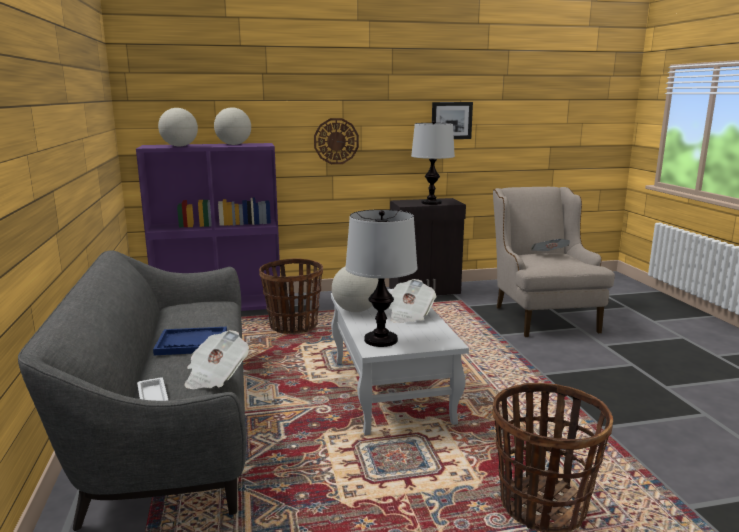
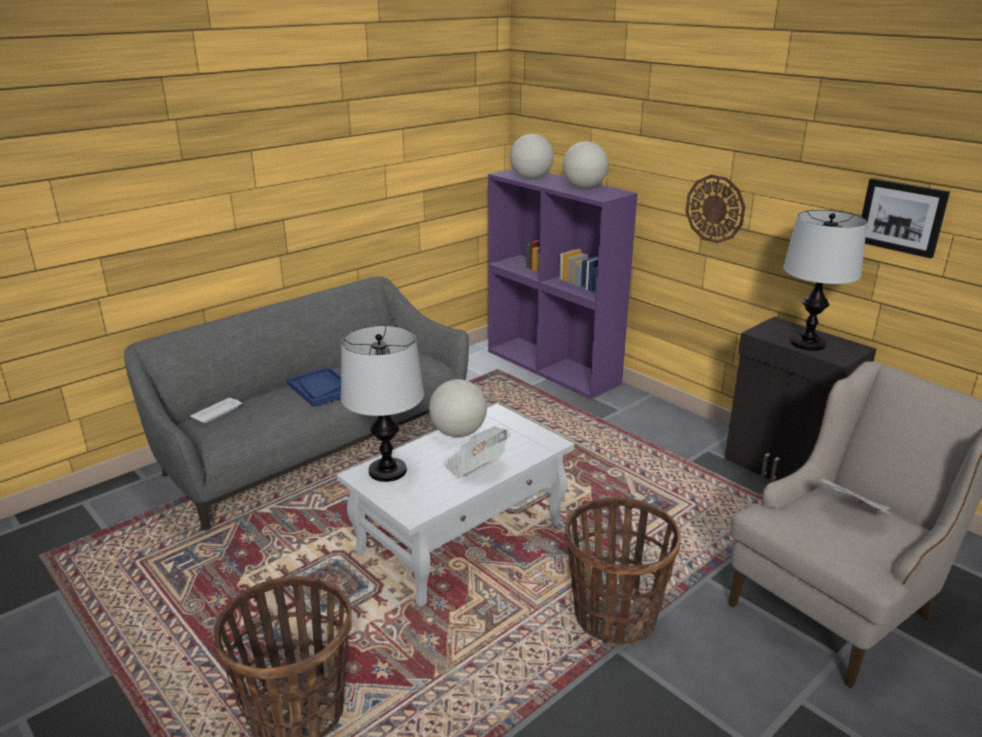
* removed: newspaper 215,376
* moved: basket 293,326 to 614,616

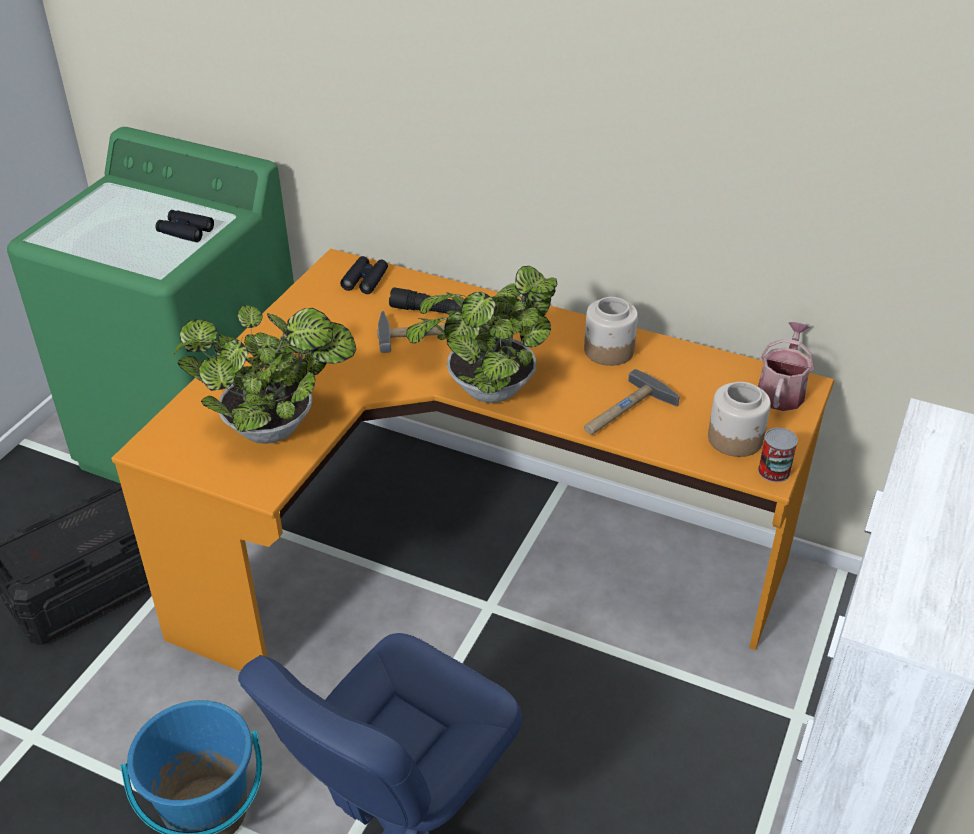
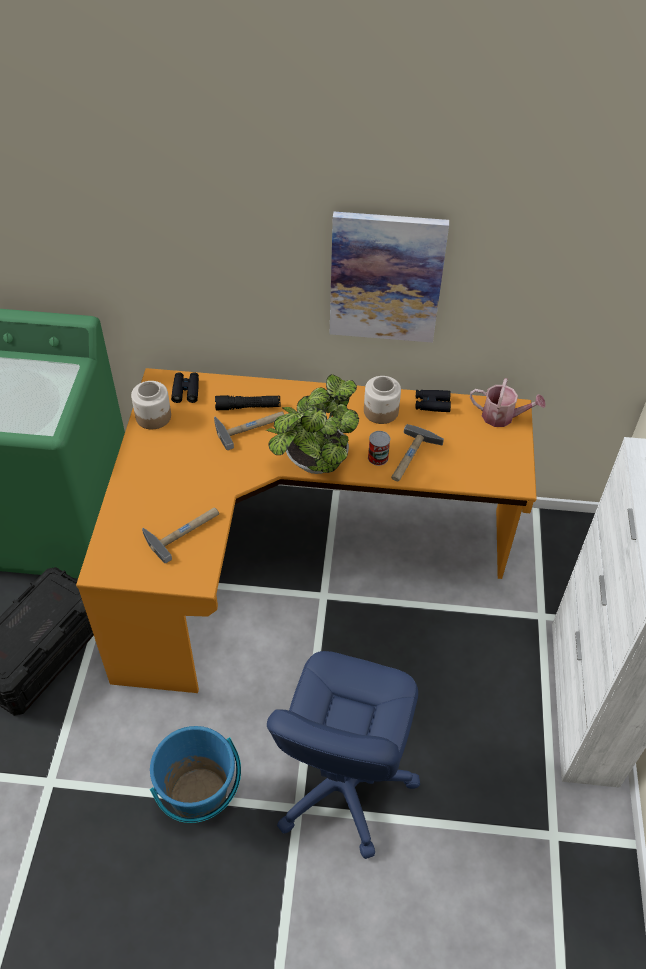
* added: picture 386,277
* moved: black binoculars 185,231 to 432,404
* moved: jar 736,439 to 154,416
* moved: can 774,471 to 378,457
* replaced: potted plant 277,428 to hammer 184,530
* turned: watering can 781,391 = 502,417 105 degrees clockwise

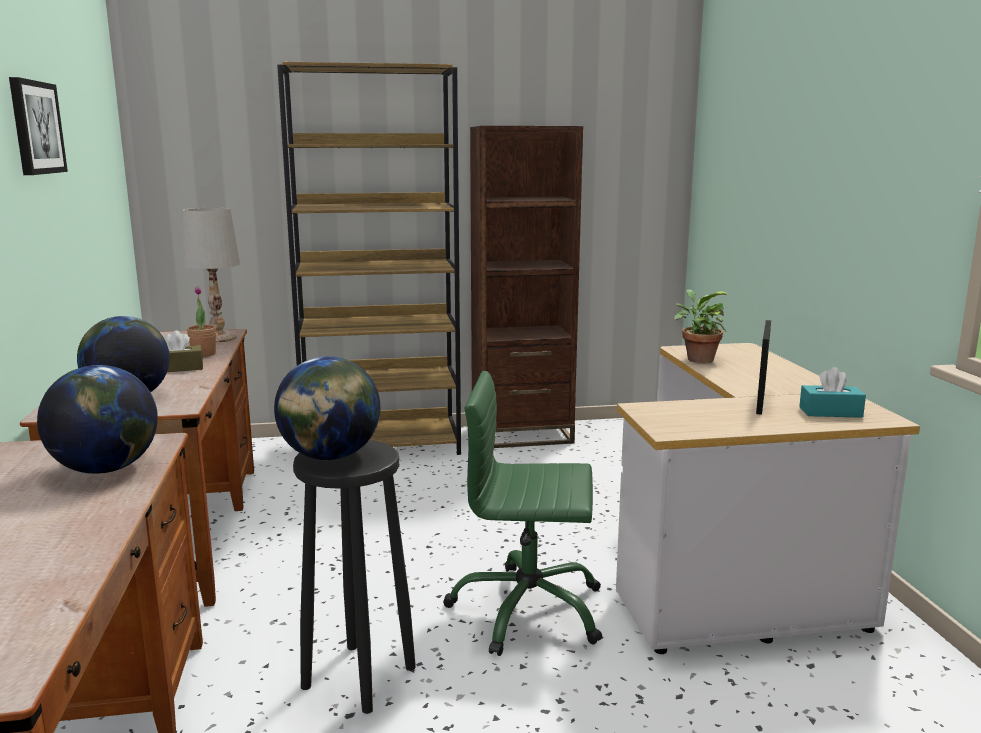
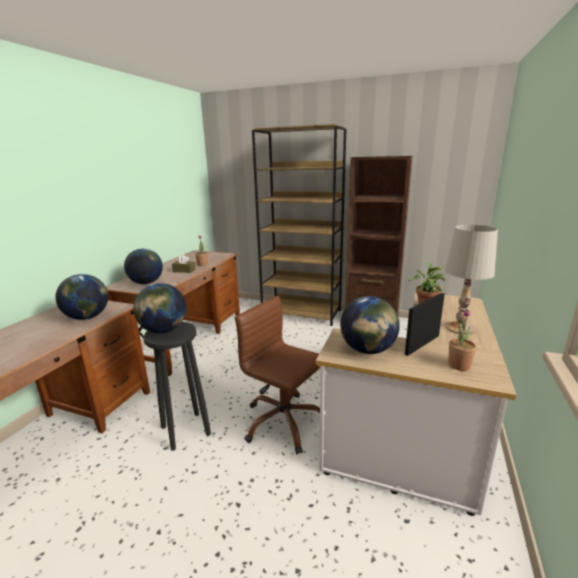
* removed: picture 36,127
* added: globe 368,350
* moved: white table lamp 218,338 to 460,328
* replaced: turquoise tissue box 830,412 to potted plant 459,365
* recoloured: green office chair 527,610 to brown office chair 284,422

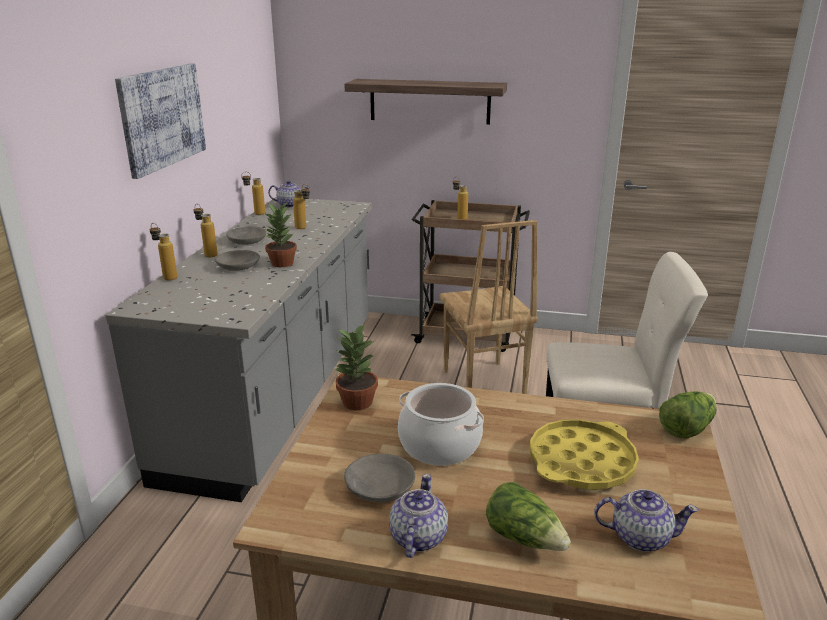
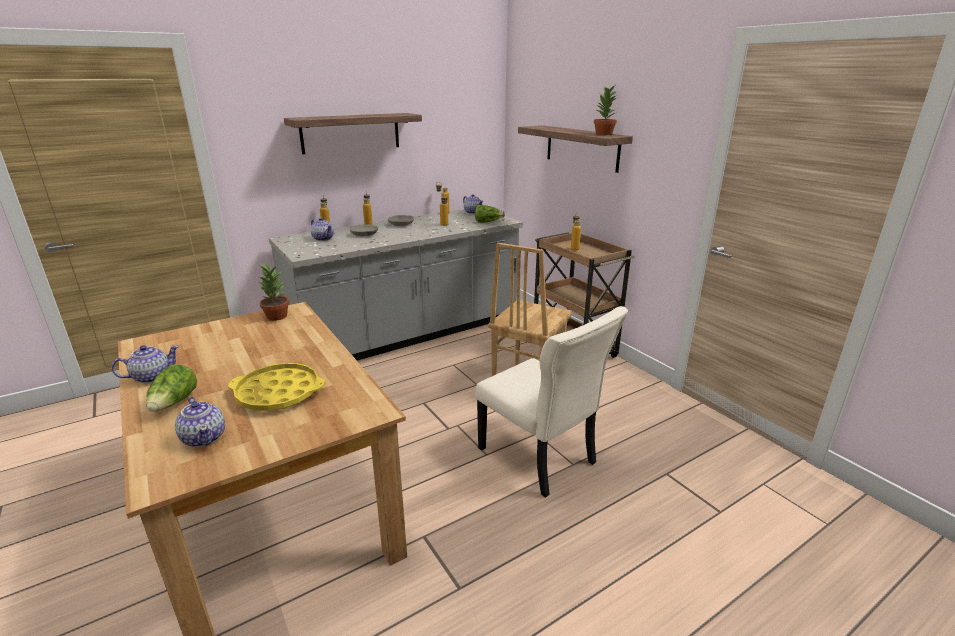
* removed: grey bowl 379,487
* removed: cooking pot 440,445
* added: teapot 323,238
* moved: potted plant 282,263 to 604,134
* moved: lettuce 686,427 to 488,222
* replaced: picture 162,117 to shelf 350,133

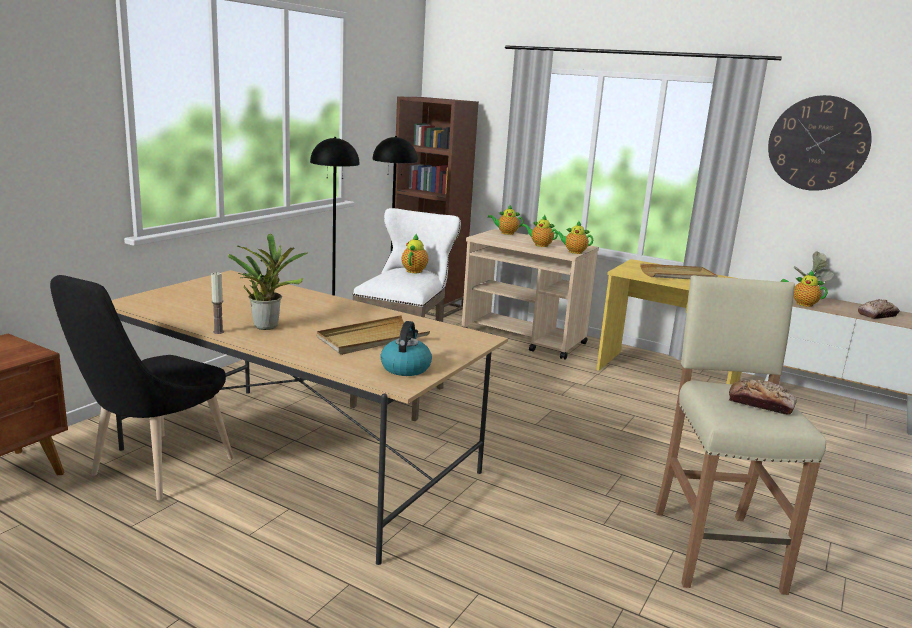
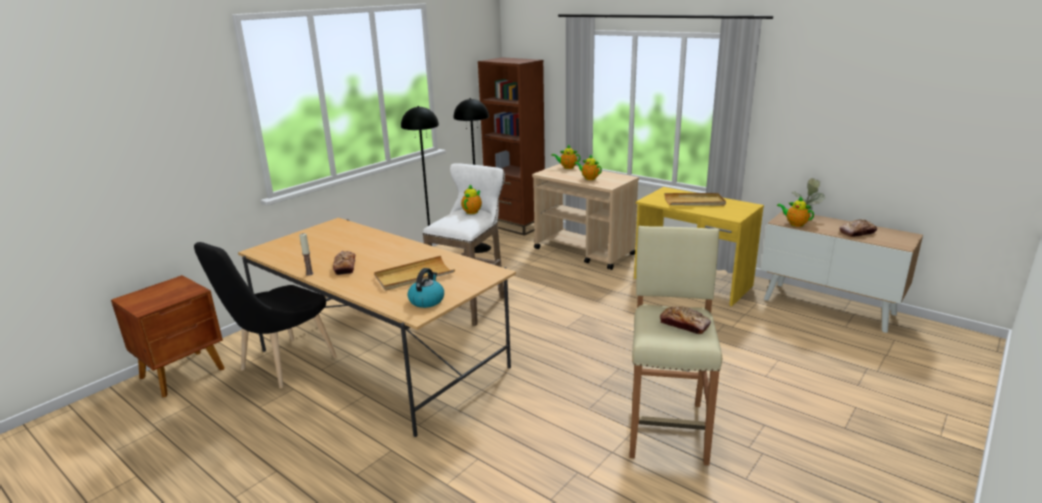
* removed: teapot 573,252
* removed: wall clock 818,143
* replaced: potted plant 267,325 to bread 345,267

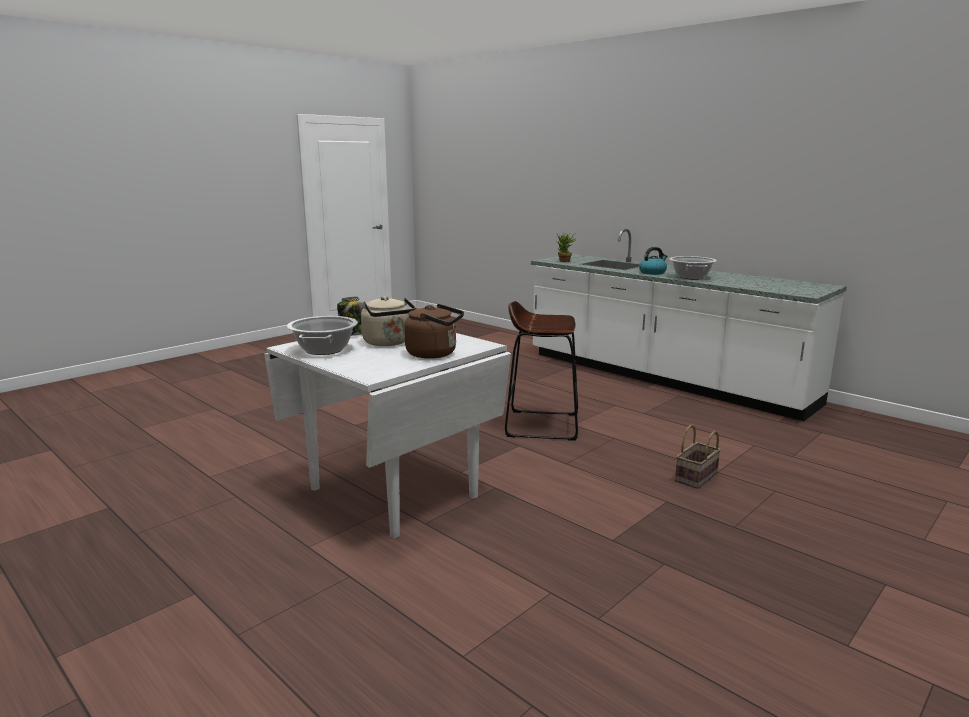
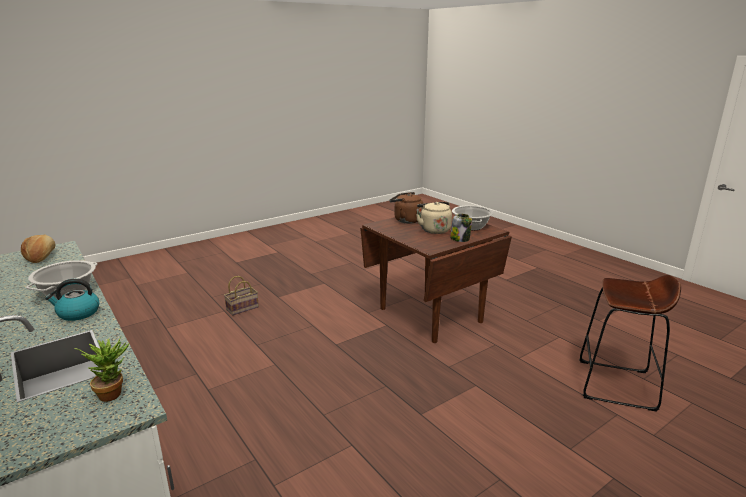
* added: bread 41,257
* moved: brown stool 542,425 to 616,385
* recoloured: white dining table 394,491 to brown dining table 429,315

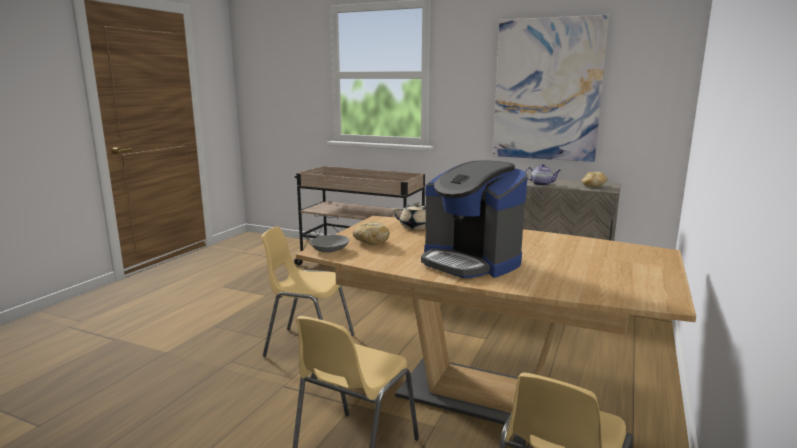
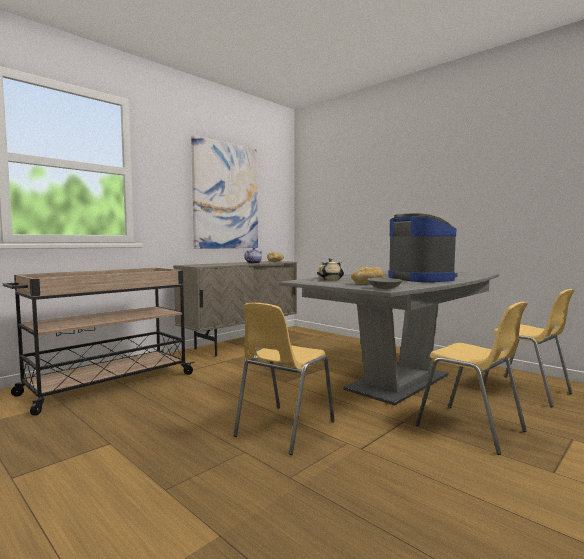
* recoloured: brown dining table 483,395 to grey dining table 398,382
* turned: coffee machine 470,261 = 421,279 90 degrees counterclockwise

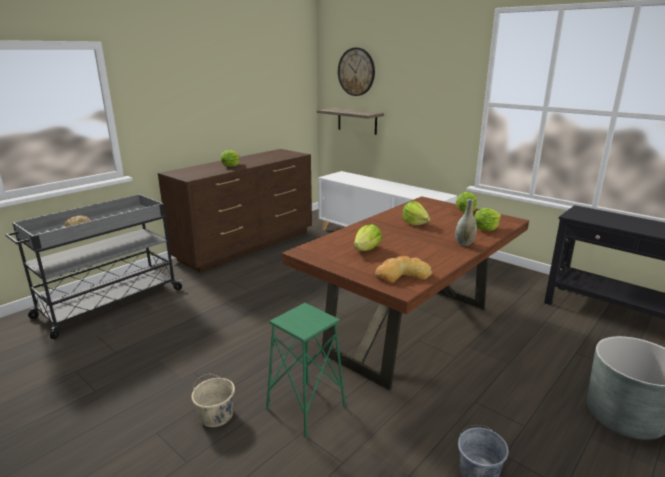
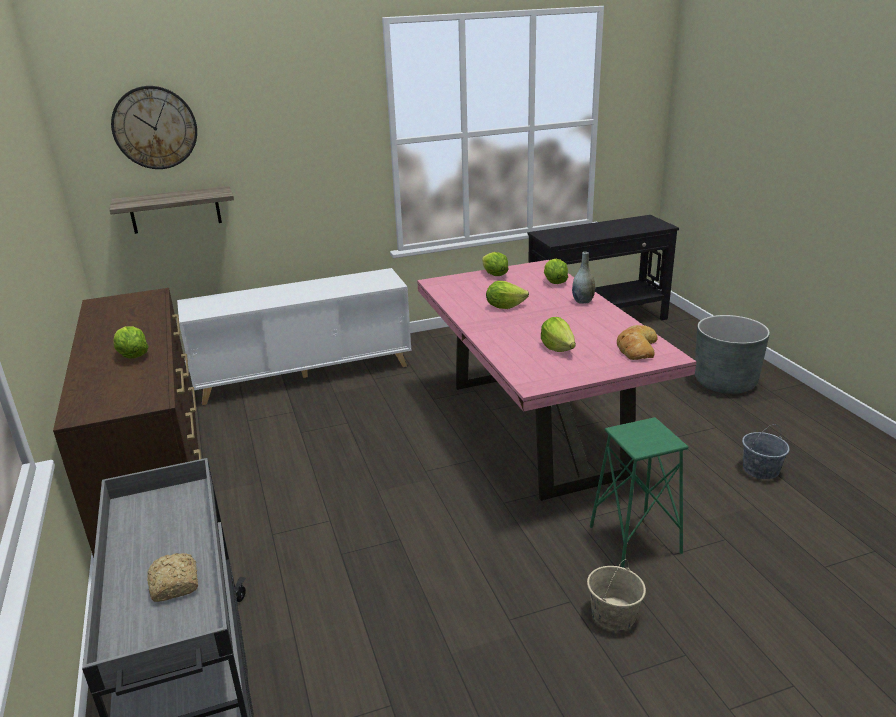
* recoloured: brown dining table 409,330 to pink dining table 537,429

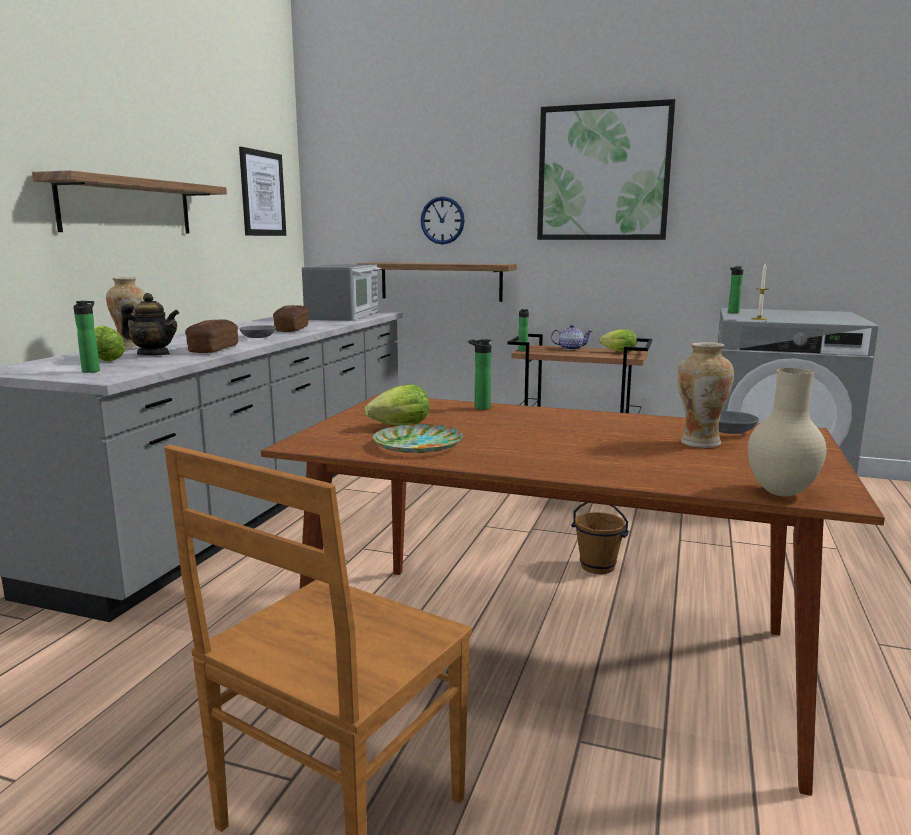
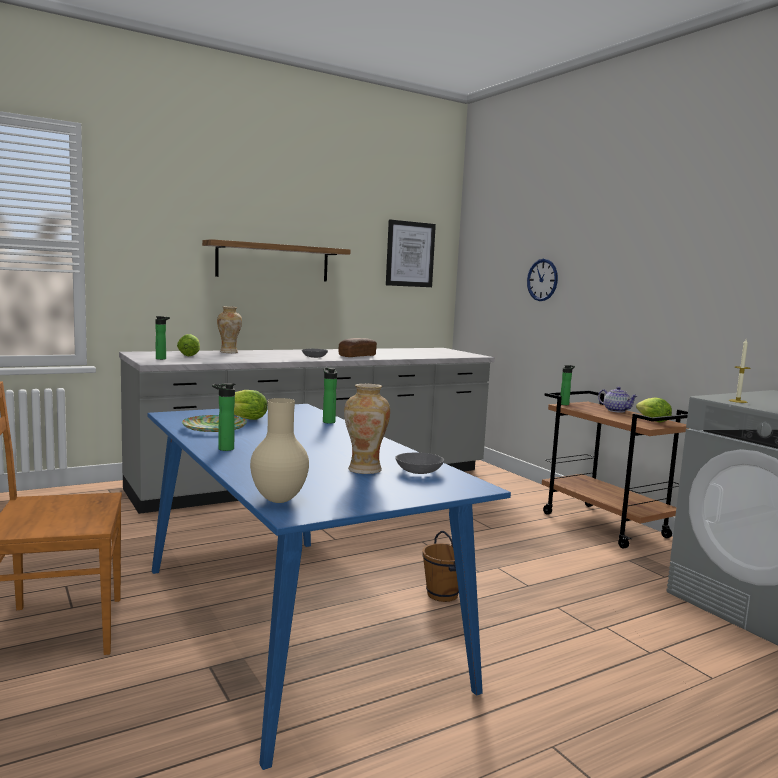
* removed: teapot 153,354
* removed: bread 214,349
* removed: microwave 345,315
* removed: shelf 441,281
* removed: picture 603,173
* moved: bottle 732,313 to 223,449
* recoloured: brown dining table 549,655 to blue dining table 291,623

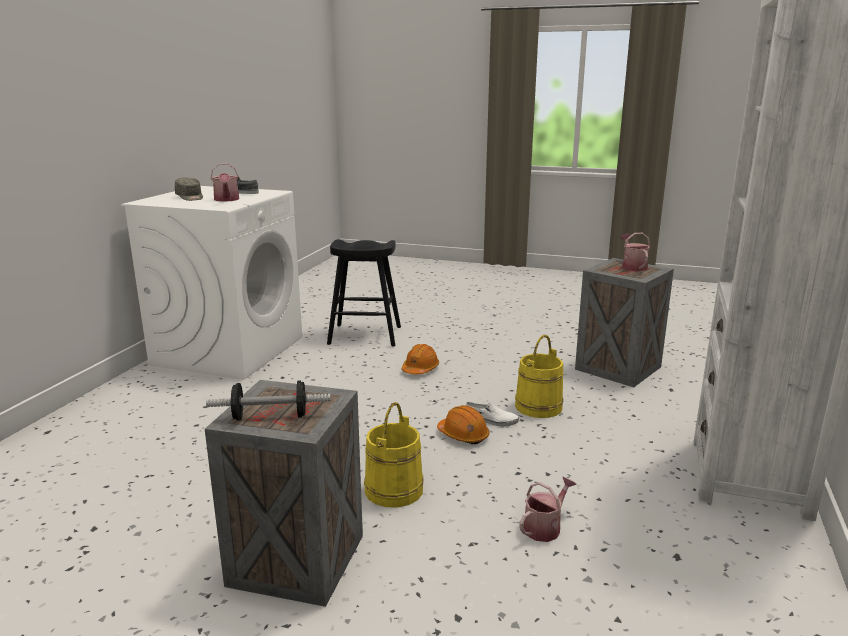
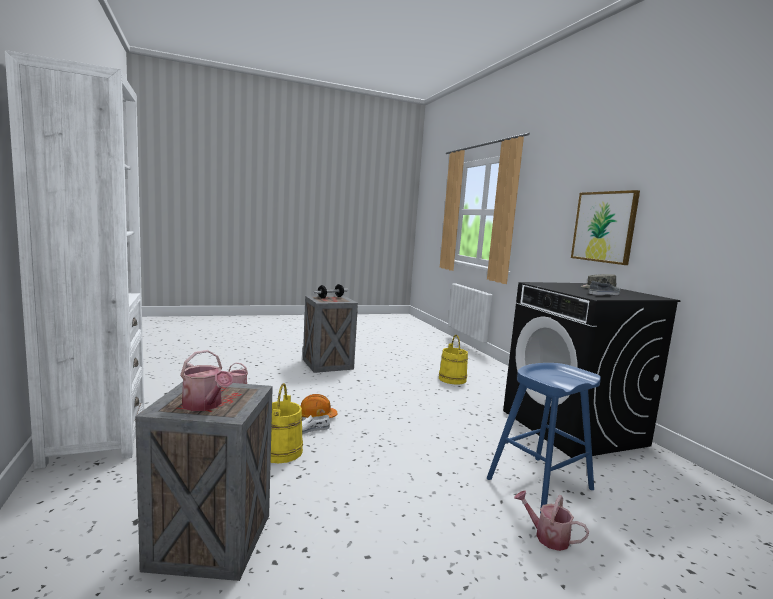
* removed: orange hard hat 420,369
* added: picture 604,227
* moved: watering can 226,200 to 547,537
* moved: yellow bucket 393,489 to 452,379
* recoloured: white washing machine 229,350 to black washing machine 573,428
* recoloured: black stool 365,335 to blue stool 539,484

